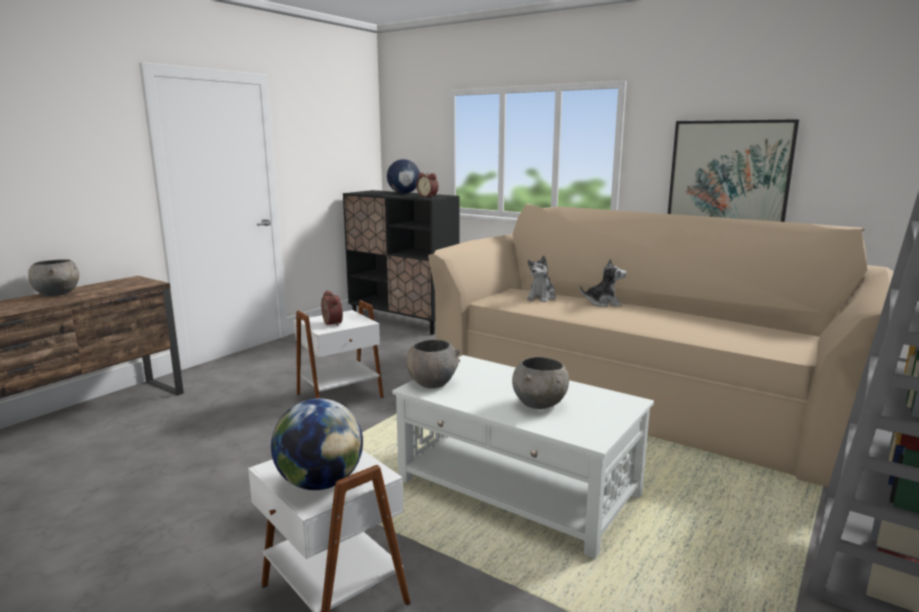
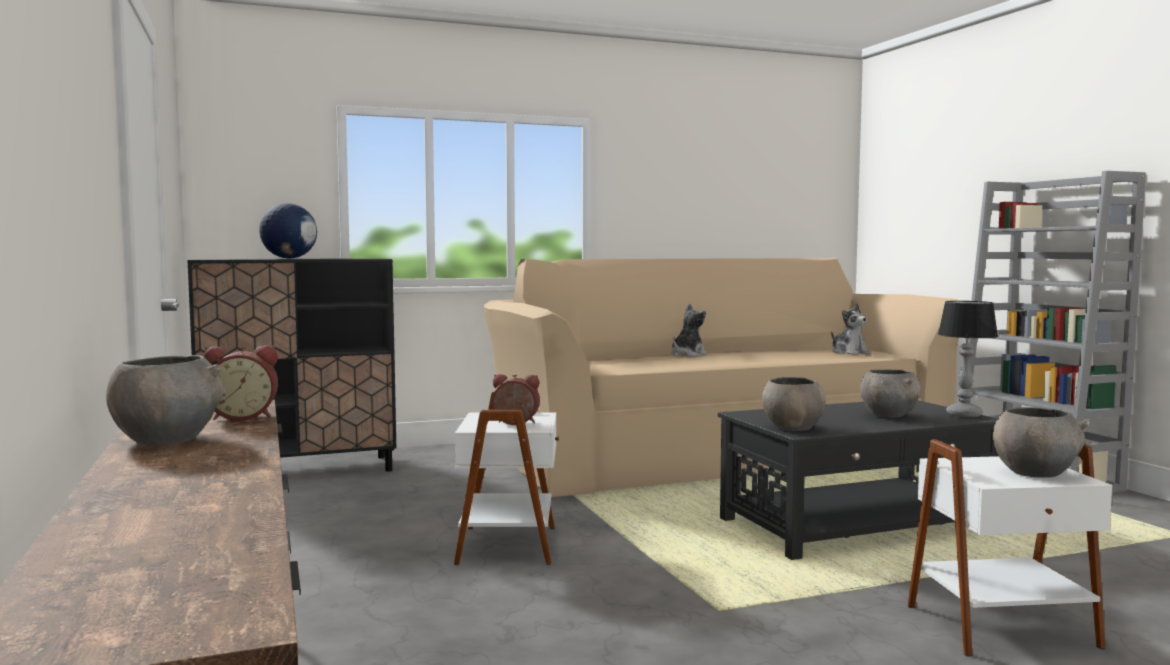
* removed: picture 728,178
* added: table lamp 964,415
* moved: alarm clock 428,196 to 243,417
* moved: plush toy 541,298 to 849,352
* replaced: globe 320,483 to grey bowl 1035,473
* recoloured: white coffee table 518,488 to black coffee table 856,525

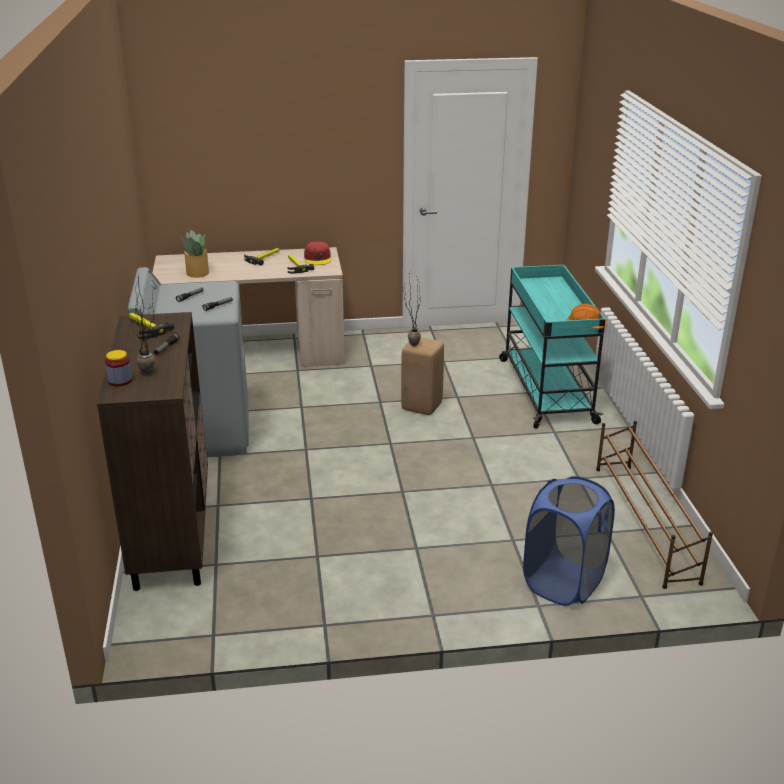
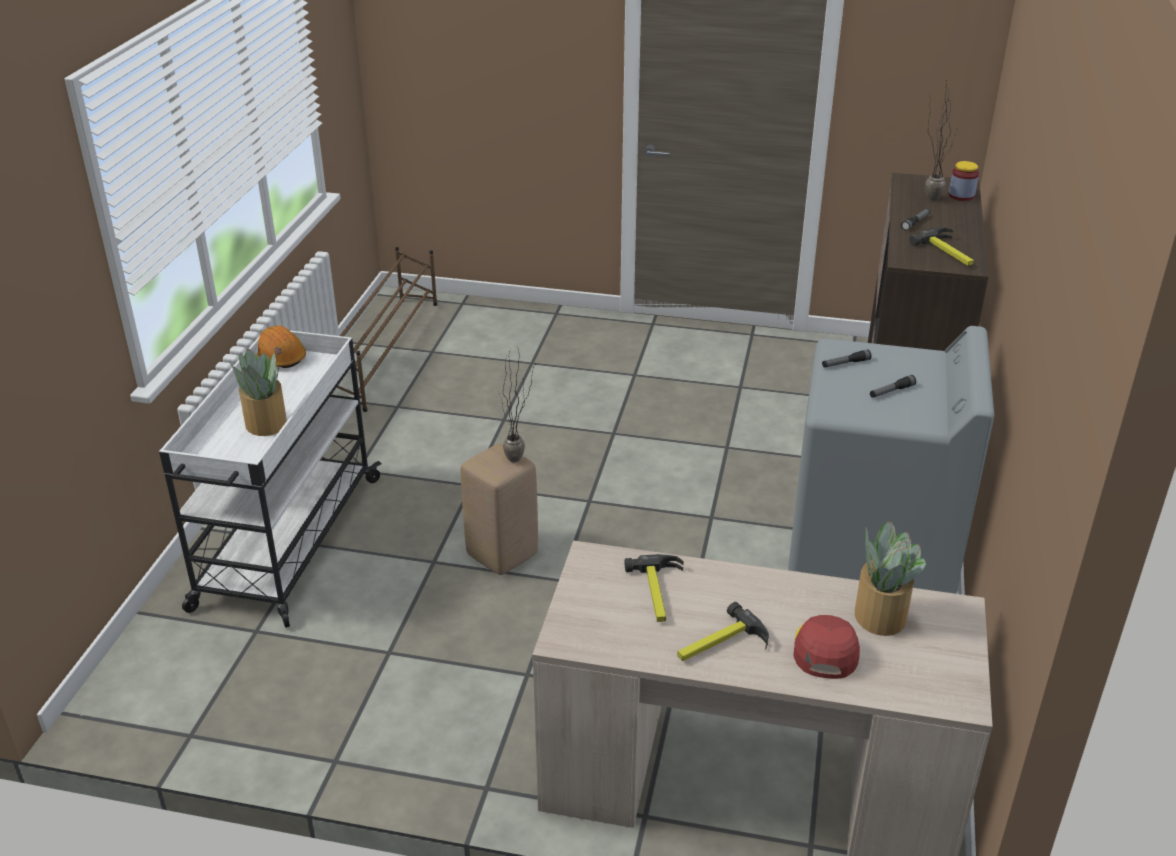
* removed: blue laundry basket 564,582
* added: potted plant 266,424
* moved: red cap 318,258 to 825,650
* recoloured: turquoise cart 546,389 to white cart 287,543

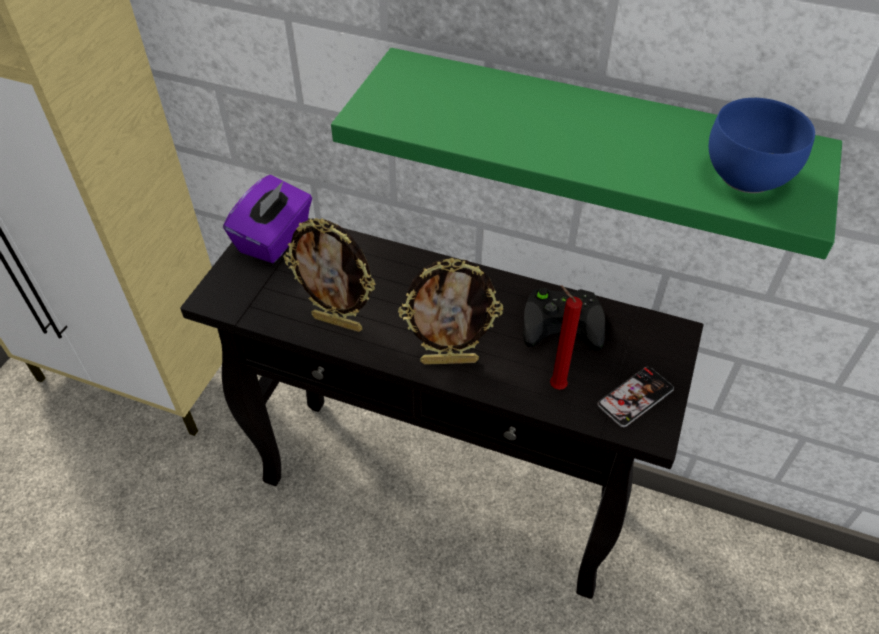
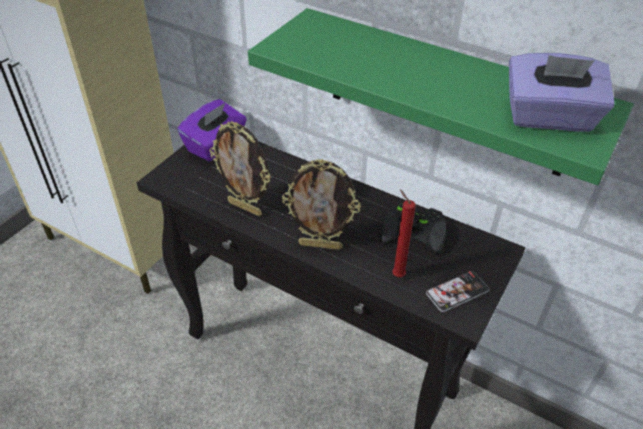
* replaced: blue bowl 748,175 to purple tissue box 549,118

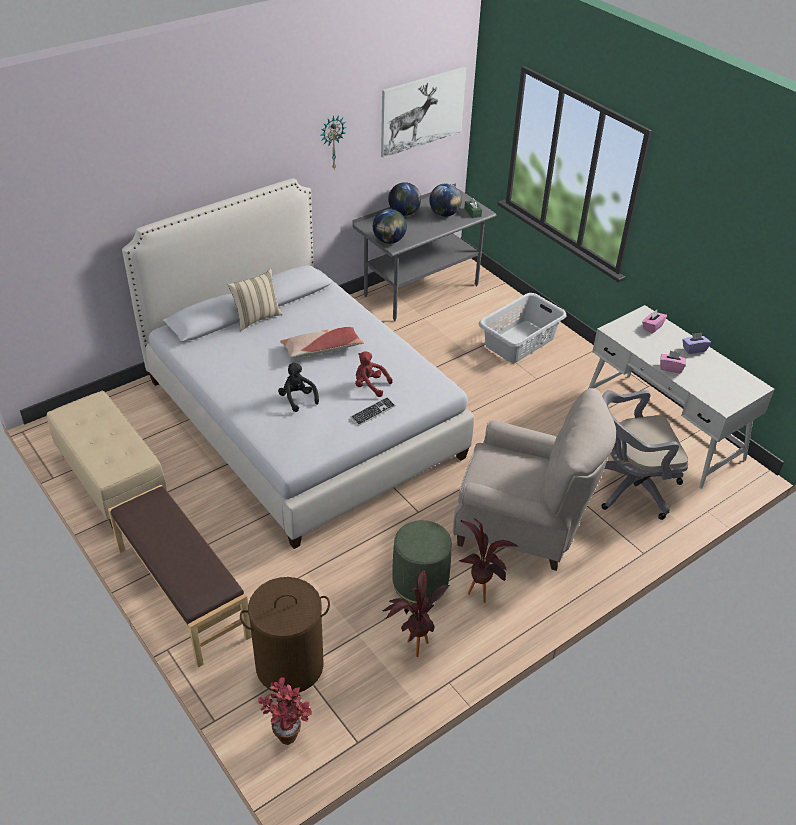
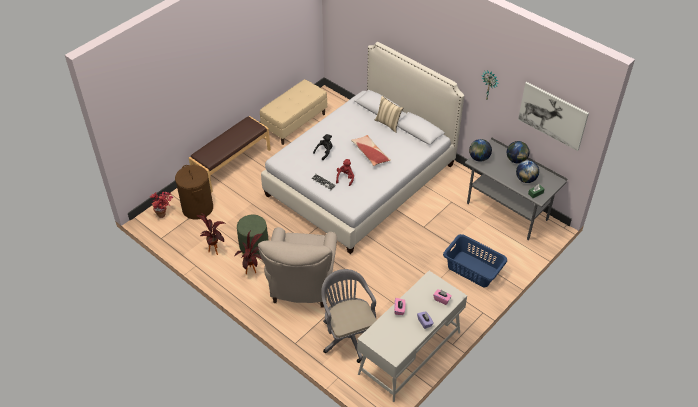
* recoloured: grey laundry basket 520,342 to blue laundry basket 473,269

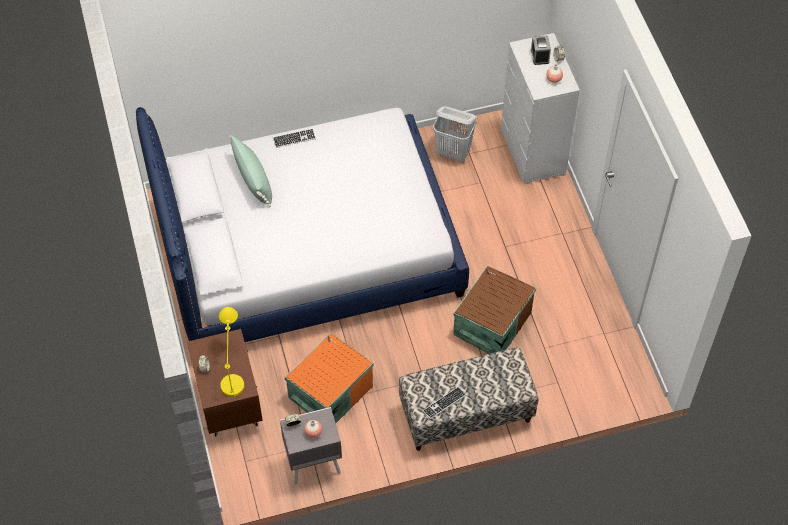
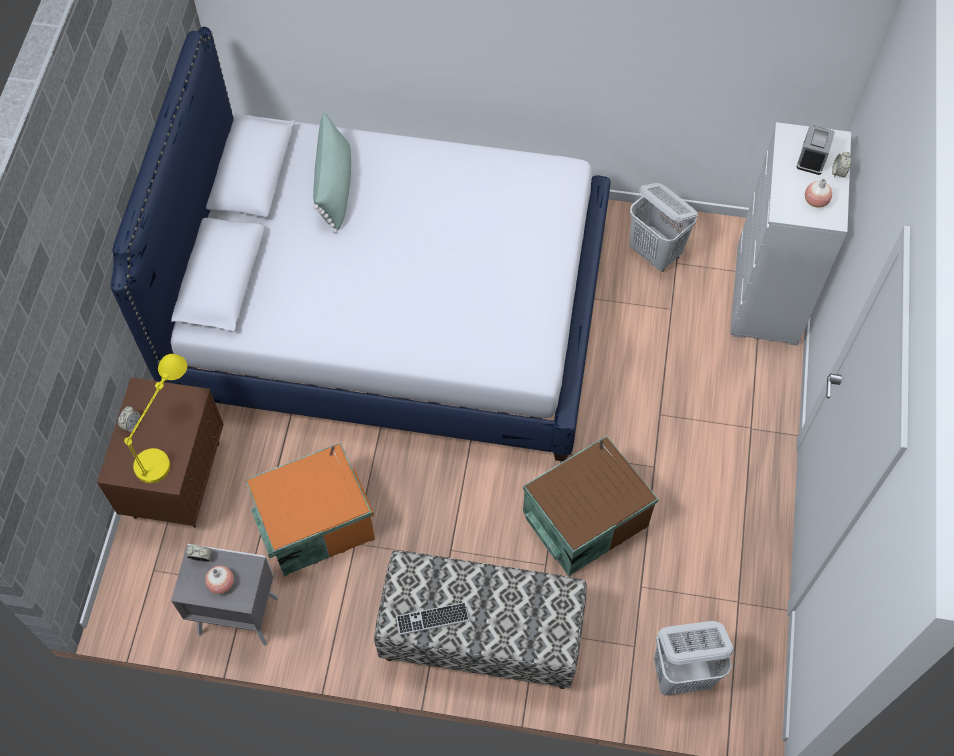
* removed: keyboard 294,139
* added: white laundry basket 682,674

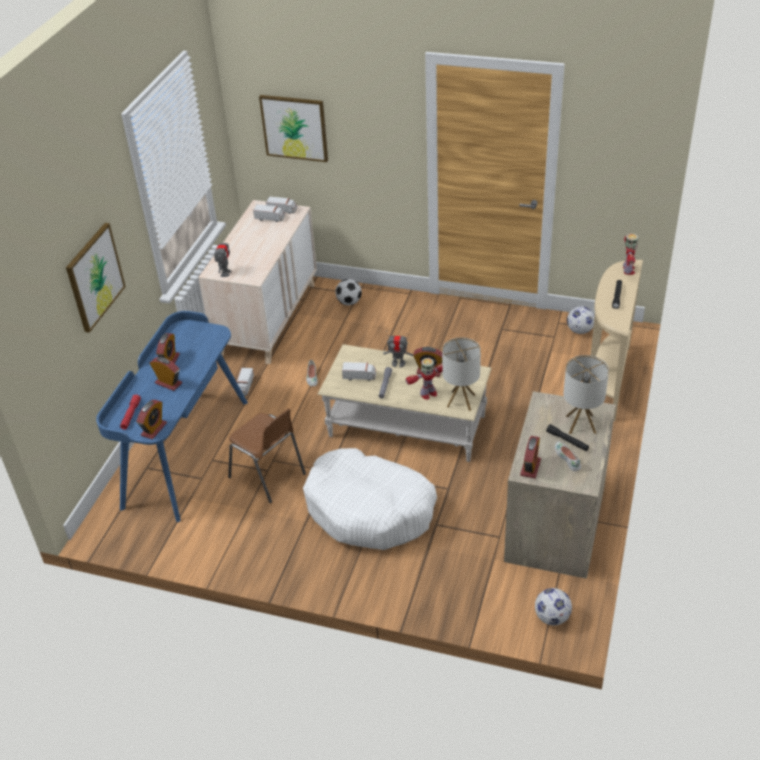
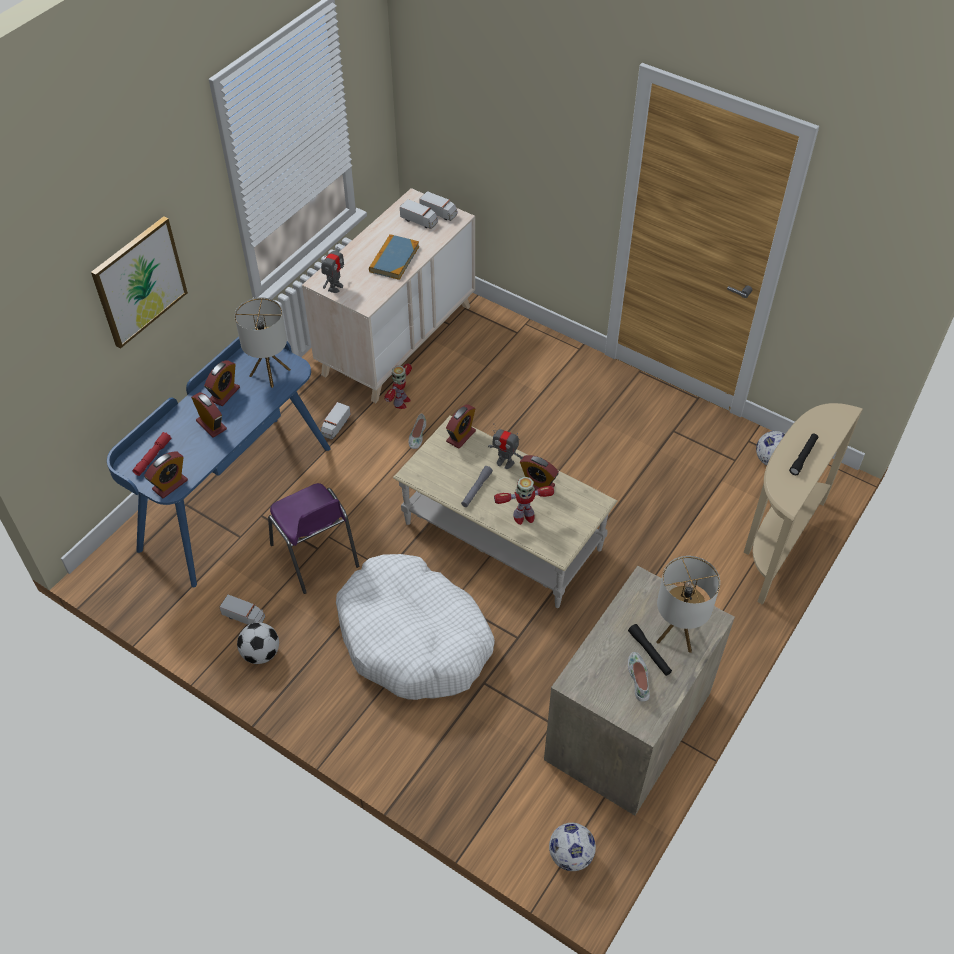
* removed: picture 294,127
* added: book 394,259
* moved: football 349,302 to 261,653
* moved: toy truck 359,377 to 244,616
* moved: table lamp 461,400 to 270,373
* moved: alarm clock 530,467 to 461,436
* moved: toy robot 628,270 to 401,402
* recoloured: brown chair 268,476 to purple chair 316,557

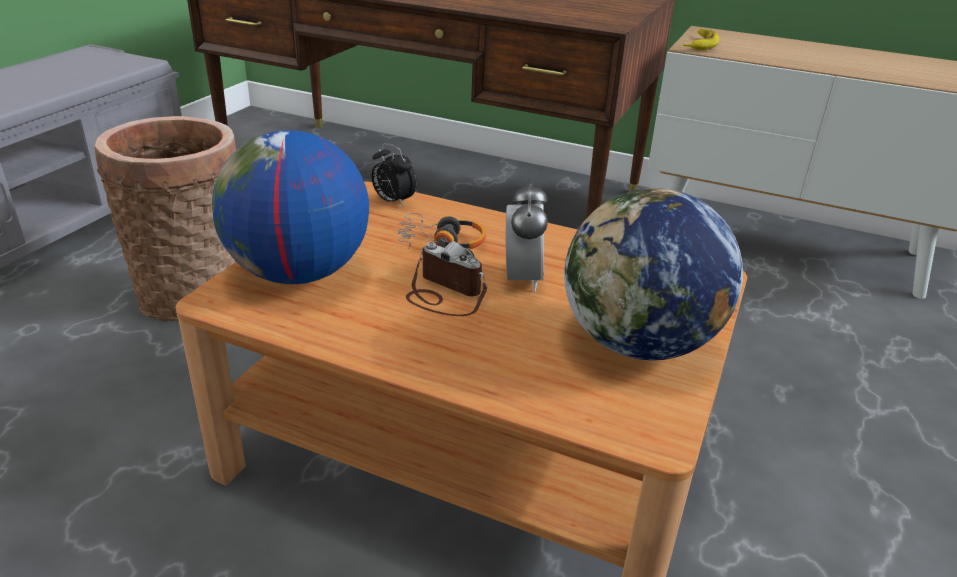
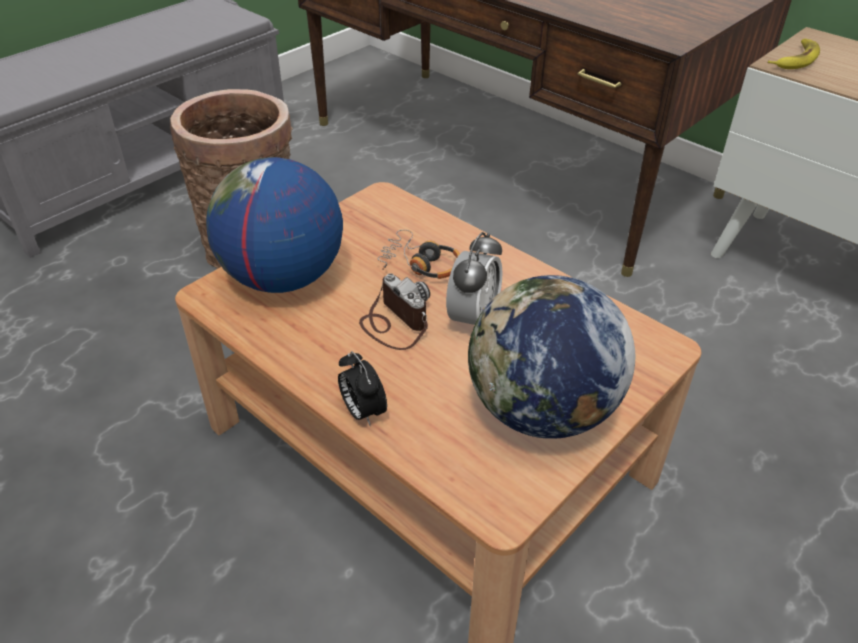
* moved: alarm clock 393,201 to 362,411

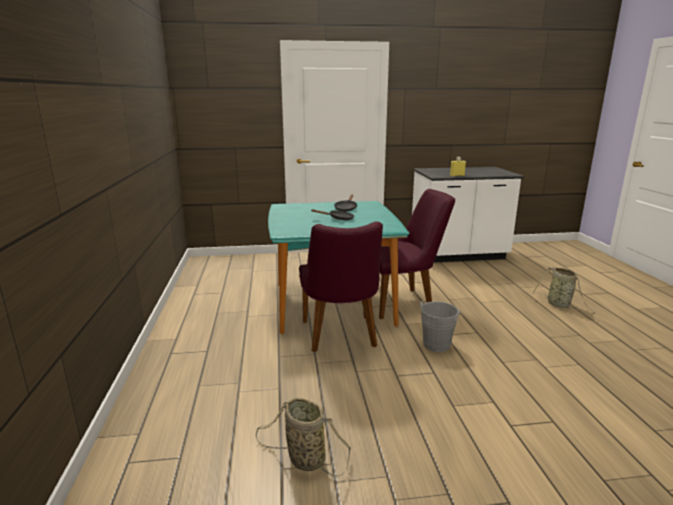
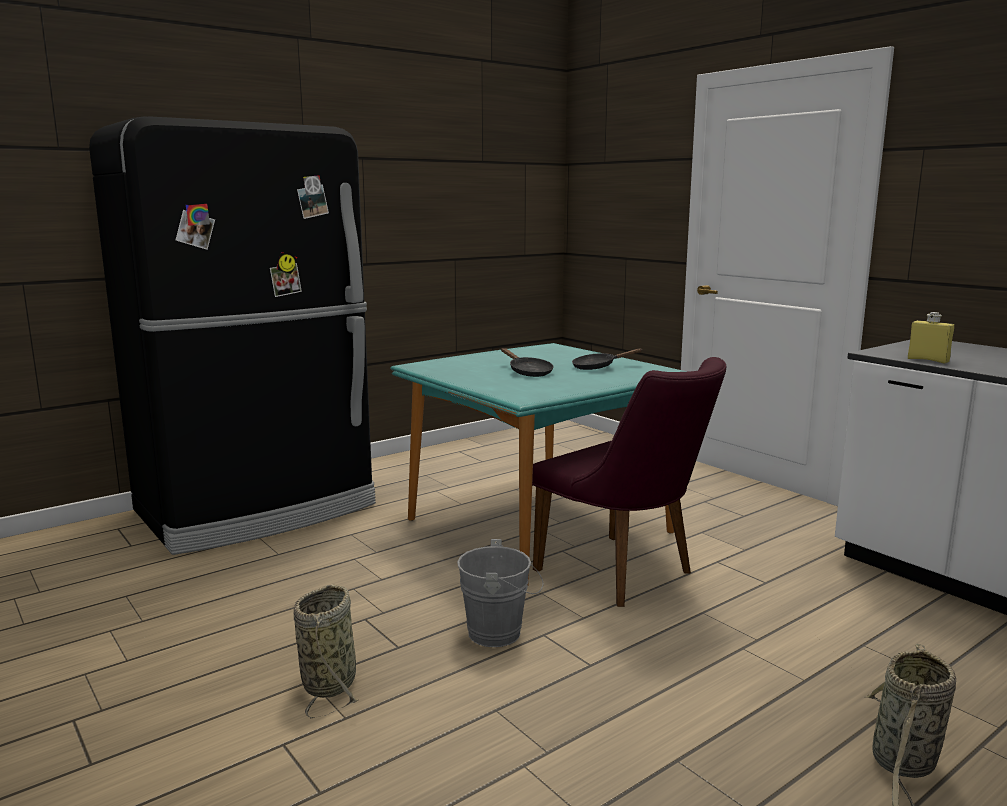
* removed: purple chair 340,337
* added: black fridge 259,509
* moved: basket 303,459 to 330,682

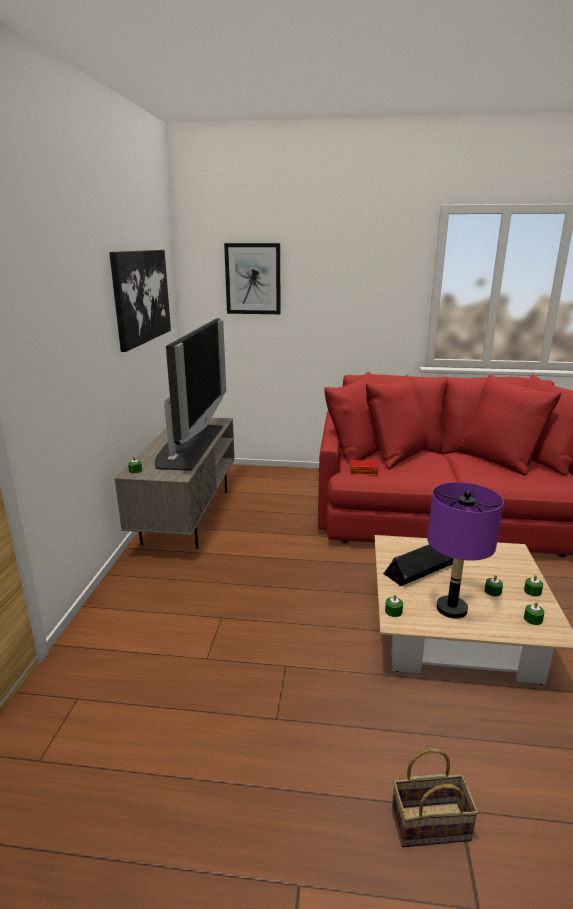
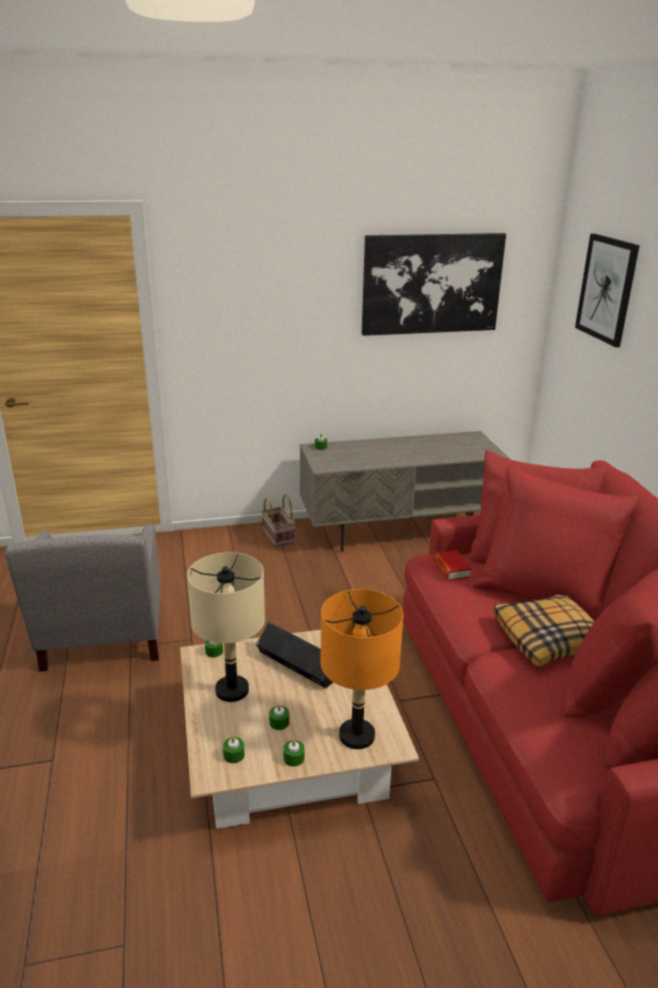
* removed: television 190,445
* added: grey armchair 101,642
* added: orange table lamp 357,736
* added: pillow 549,639
* moved: basket 431,823 to 279,536
* recoloured: purple table lamp 451,608 to beige table lamp 232,690

